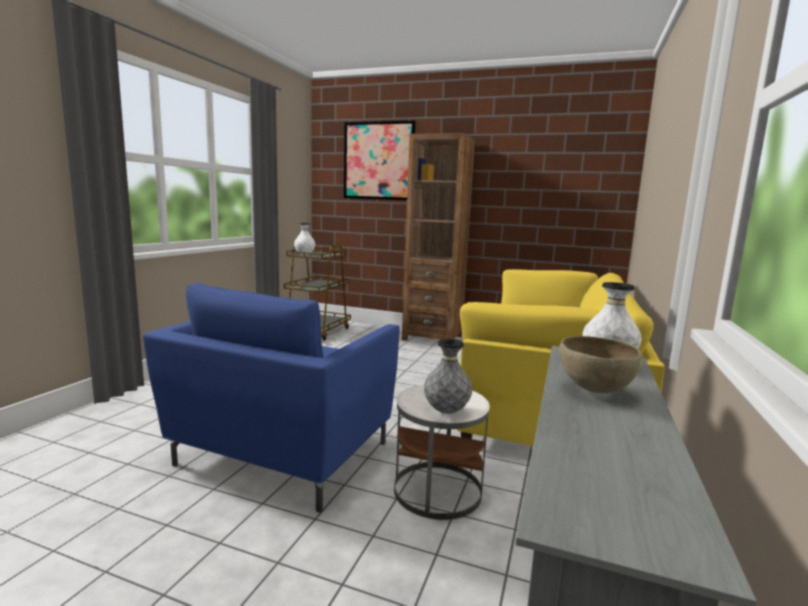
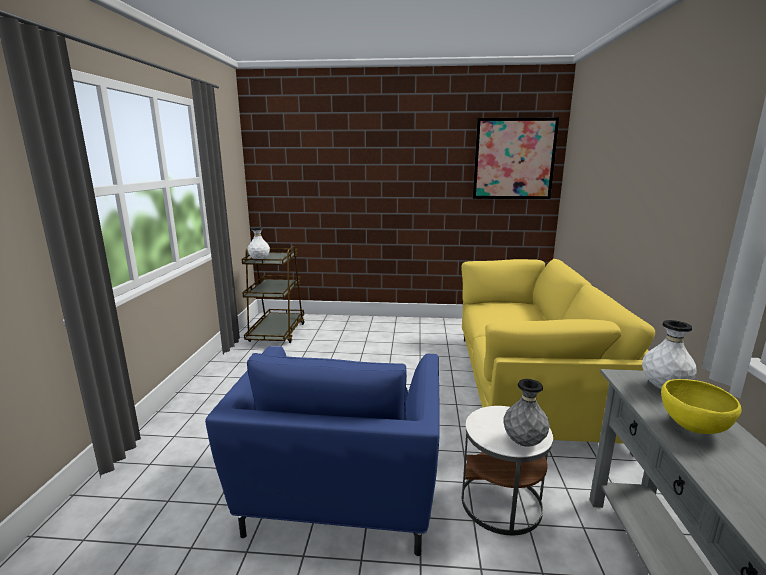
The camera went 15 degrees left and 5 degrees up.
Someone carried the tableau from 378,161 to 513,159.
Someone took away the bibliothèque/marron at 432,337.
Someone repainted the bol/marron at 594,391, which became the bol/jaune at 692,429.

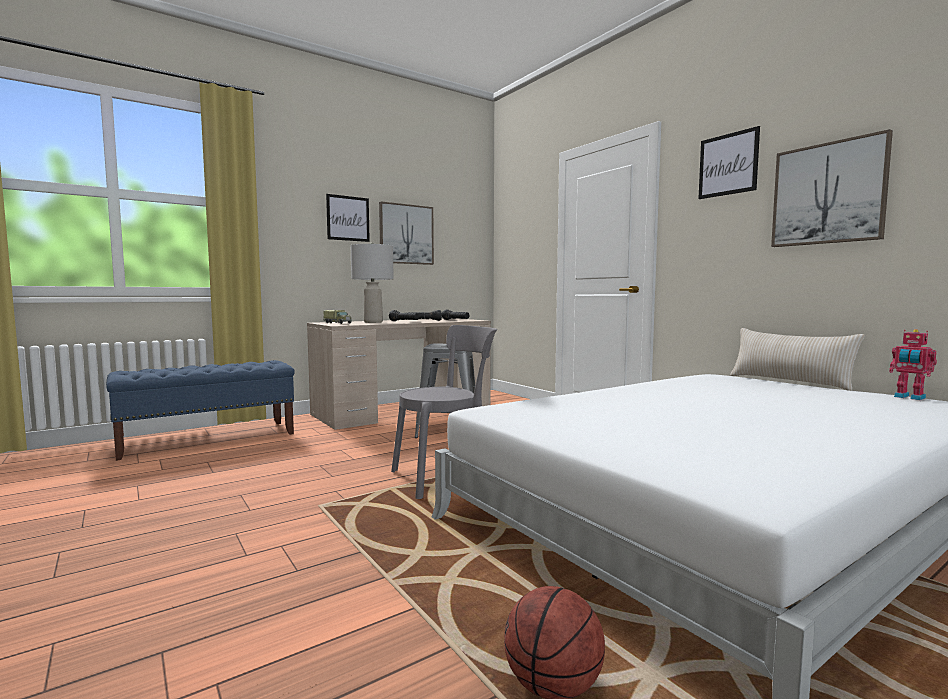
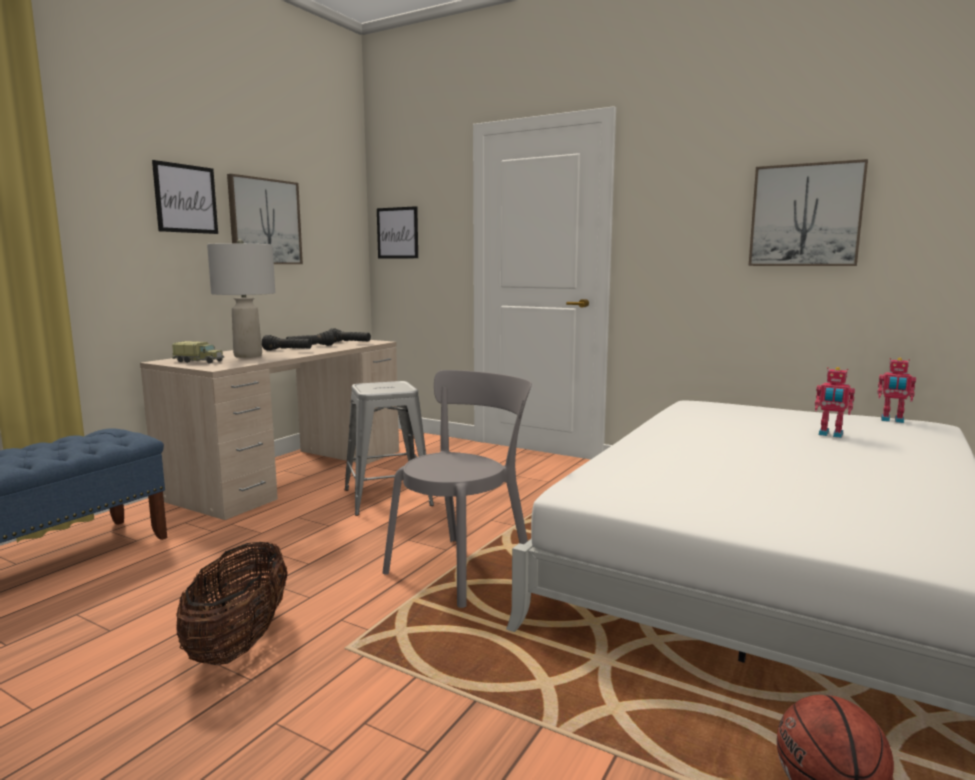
The camera went 25 degrees left and 5 degrees up.
Someone carried the tableau from 728,164 to 397,233.
Someone took away the coussin/beige at 789,382.
Someone put down the panier at 239,642.
Someone put down the robot jouet at 830,434.

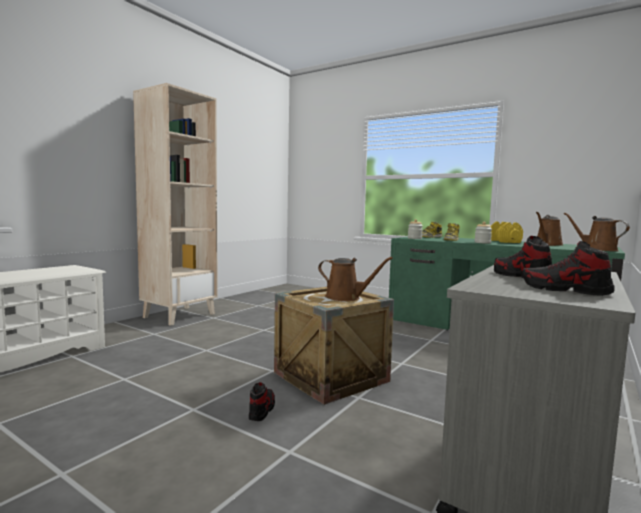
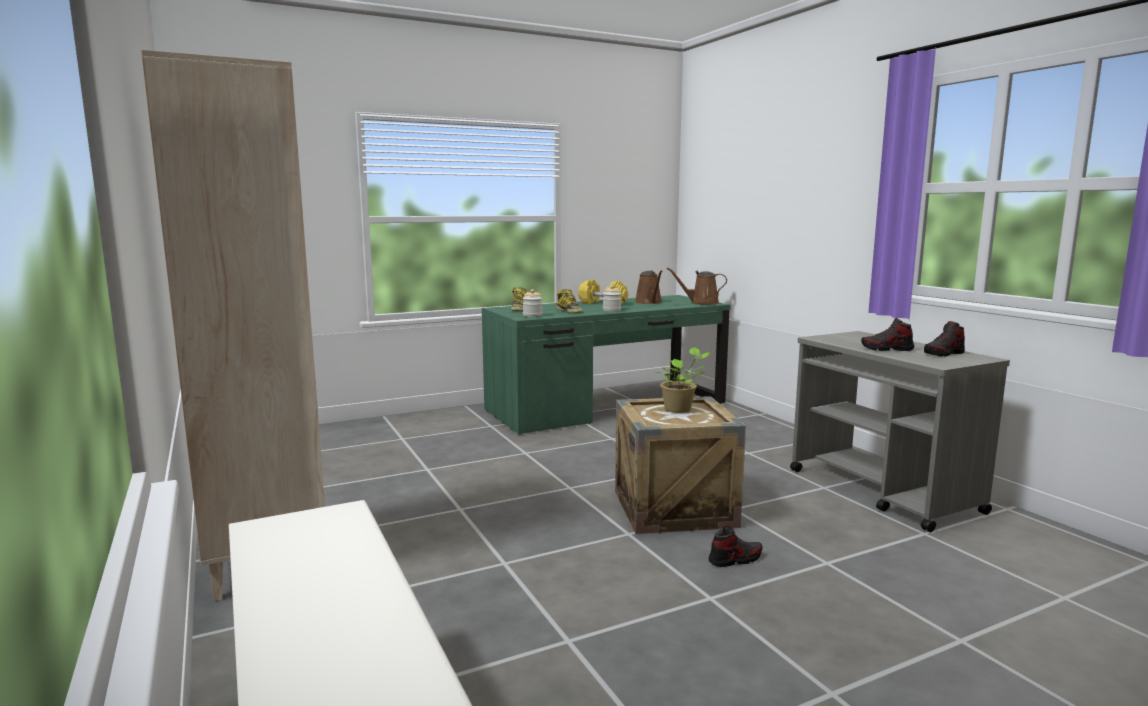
The camera went 60 degrees left and 5 degrees up.
Someone rotated the chaussure at 262,410 by 120 degrees clockwise.
Someone swapped the arrosoir/marron at 346,297 for the plante en pot at 680,409.

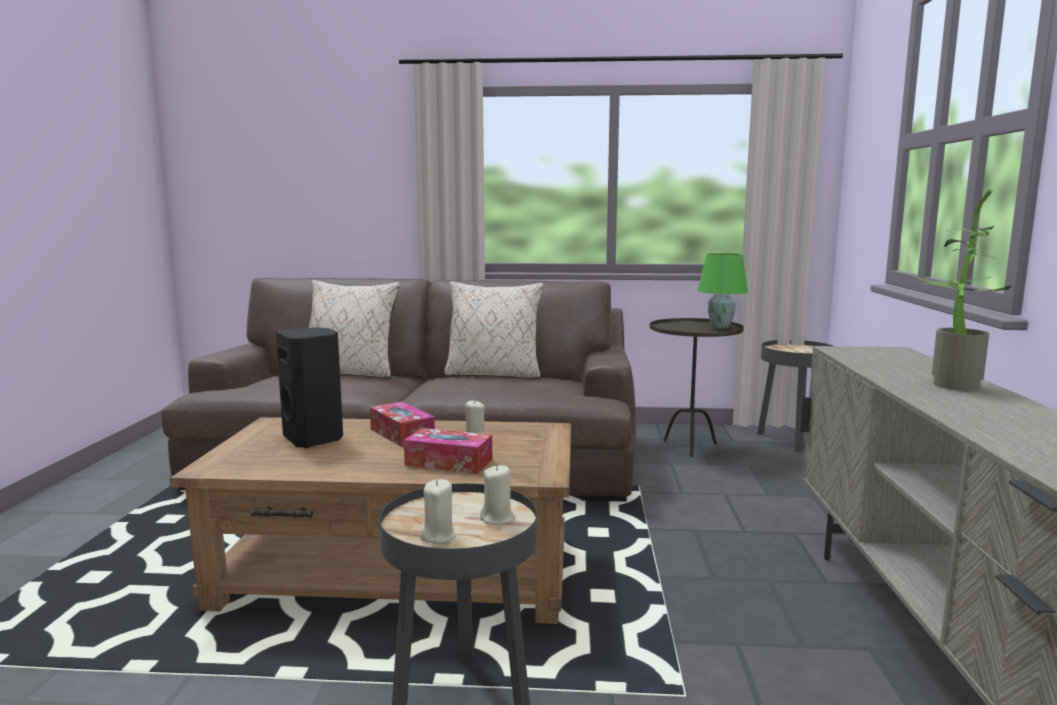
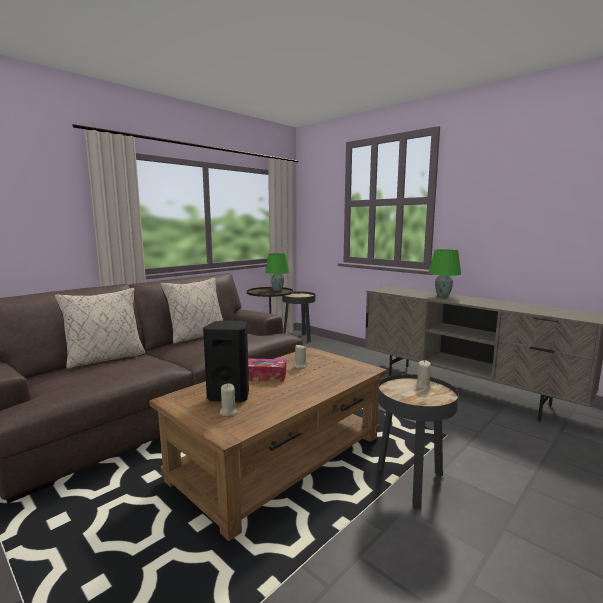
The camera went 50 degrees left and 0 degrees up.
Someone took away the boîte à mouchoirs at 449,462.
Someone carried the bougie/beige from 438,536 to 228,412.
Someone swapped the plante en pot at 947,385 for the lampe de table/vert at 442,296.

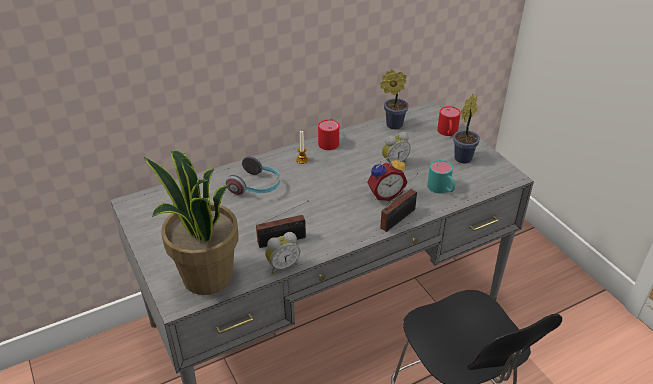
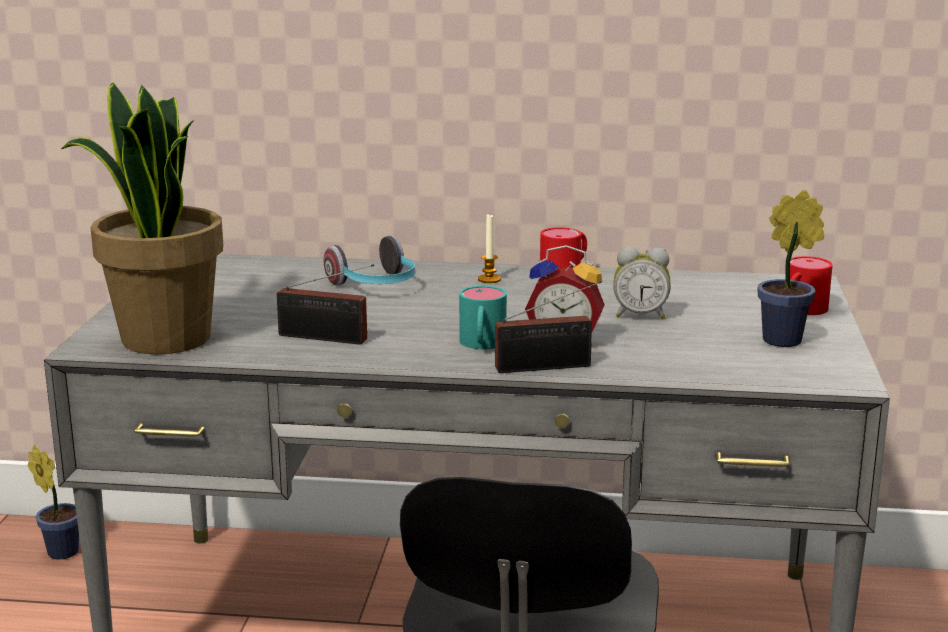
The camera went 35 degrees right and 20 degrees down.
Someone took away the réveil at 282,265.
Someone carried the plante en pot from 392,125 to 60,551.
Someone carried the mug/turquoise from 442,189 to 482,345.

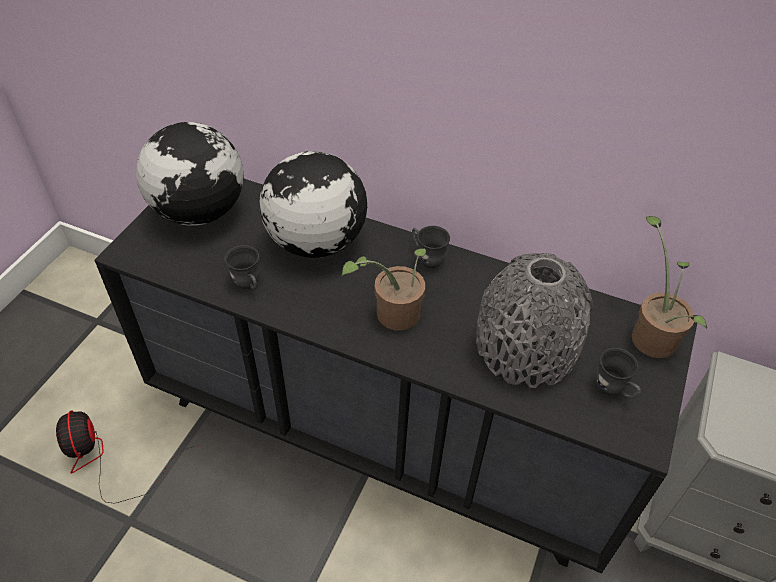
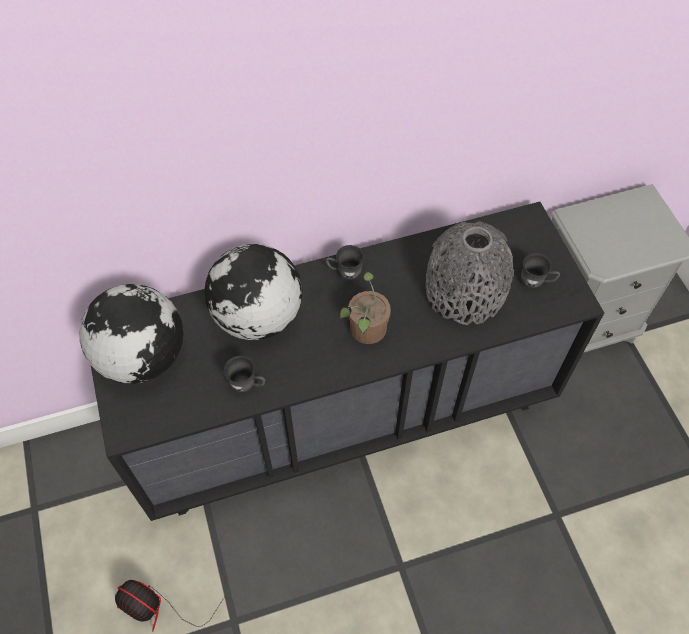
The camera went 40 degrees left and 10 degrees up.
Someone took away the plante en pot at 651,334.

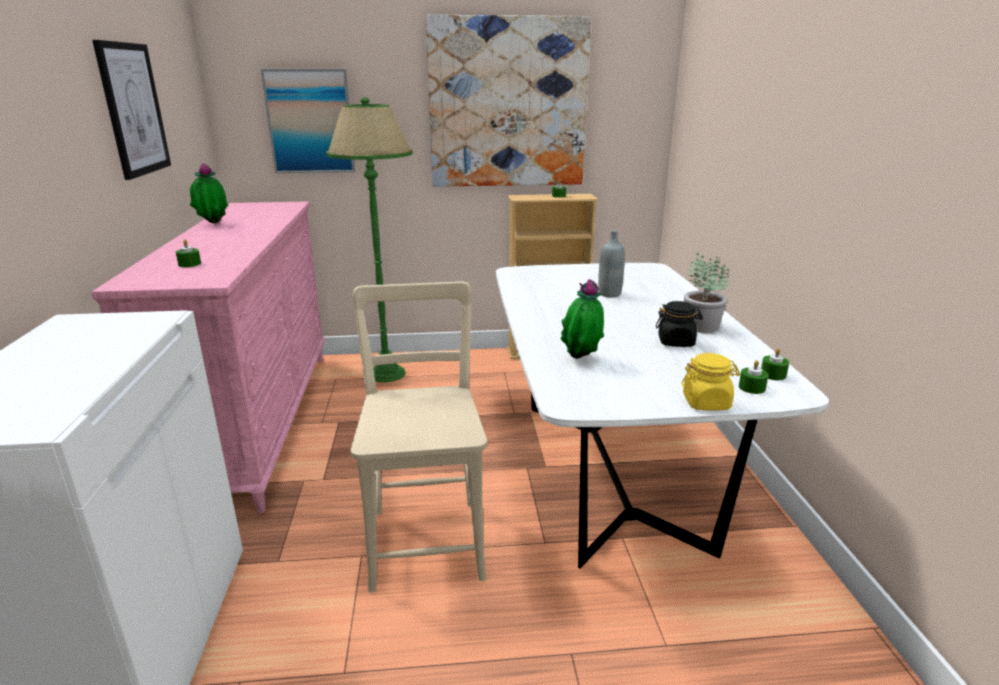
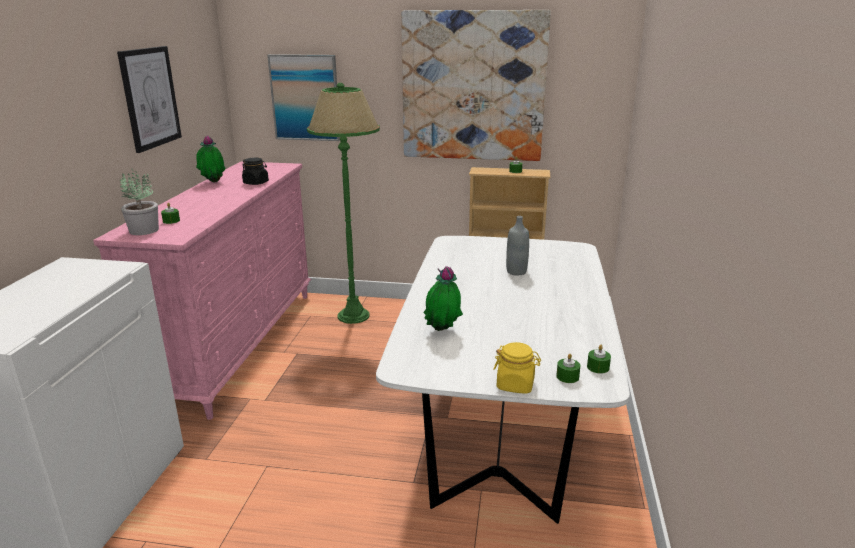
The camera went 15 degrees right and 0 degrees up.
Someone took away the chaise/beige at 426,537.
Someone carried the bocal/noir from 676,342 to 256,183.
Someone carried the plante en pot from 700,326 to 143,230.

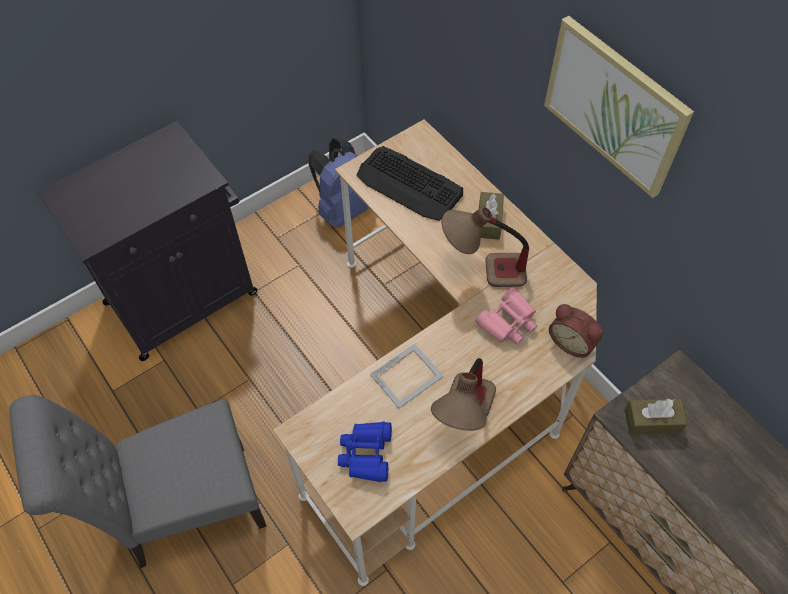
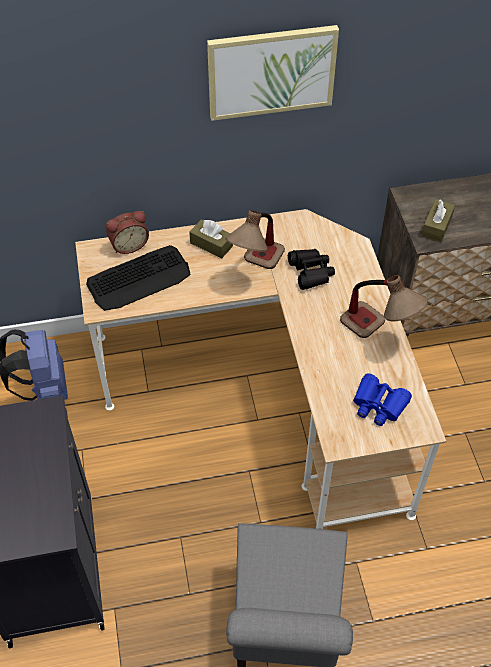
The camera went 65 degrees left and 5 degrees down.
Someone took away the cadre photo at 407,375.
Someone repainted the jumelles/rose at 508,322, which became the jumelles/noir at 311,272.
Someone carried the réveil from 572,341 to 128,244.

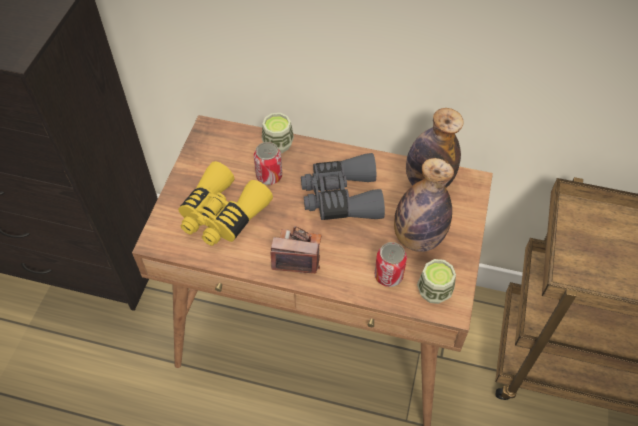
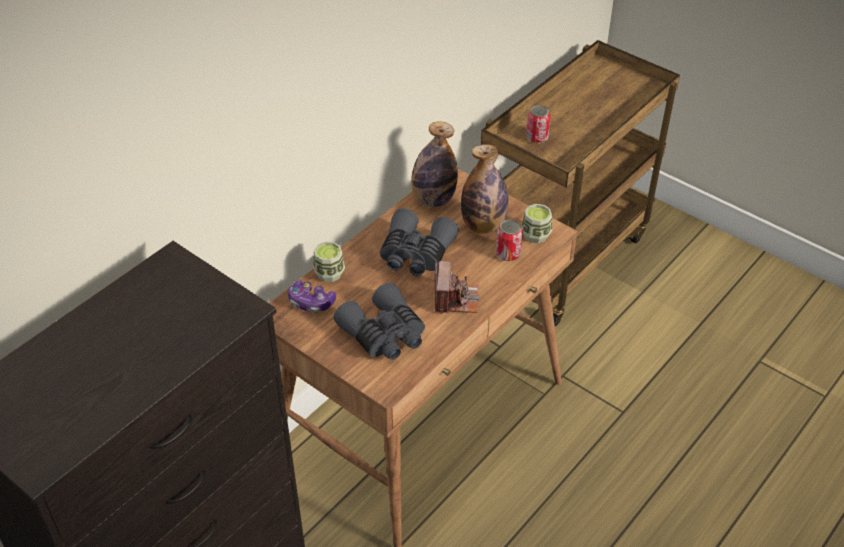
The camera went 65 degrees left and 10 degrees down.
Someone repainted the jumelles/jaune at 222,215, which became the jumelles/gris at 384,334.
Someone carried the boîte métallique from 269,176 to 537,137.
Someone rotated the appareil photo at 297,253 by 150 degrees clockwise.
Someone put down the manette at 311,303.

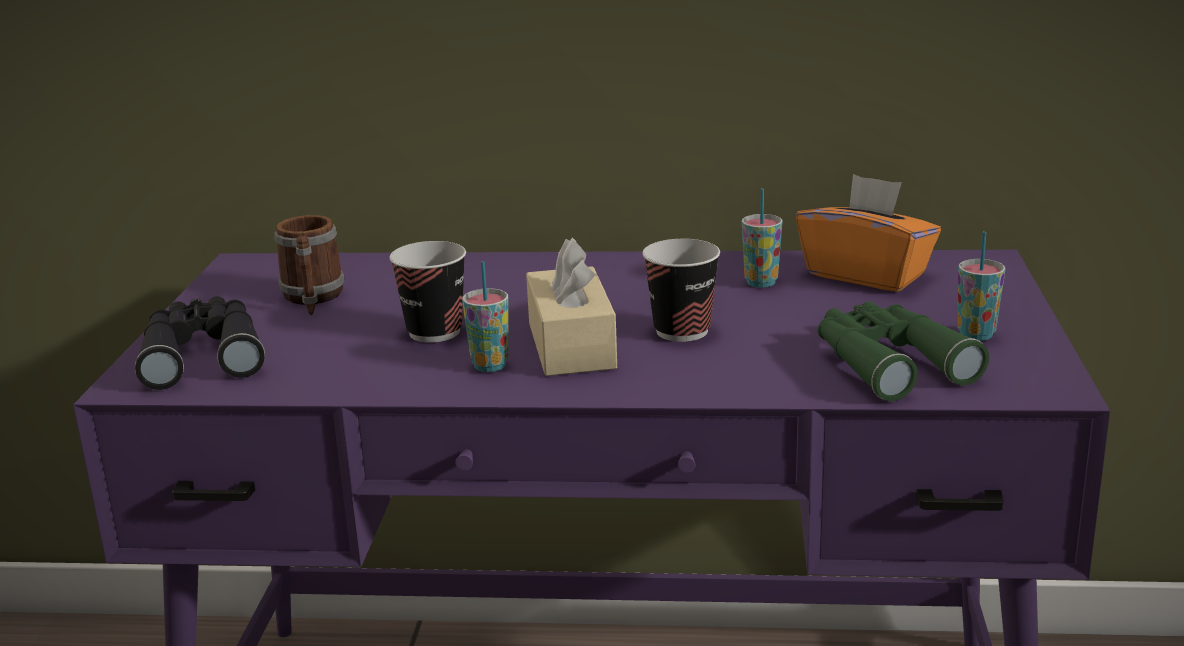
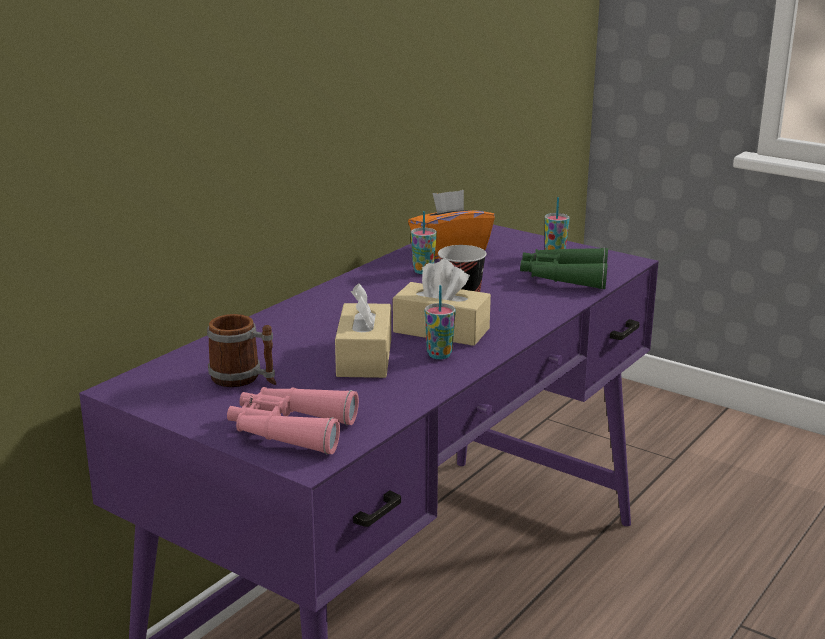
The camera went 60 degrees left and 0 degrees up.
Someone repainted the jumelles/noir at 202,355, which became the jumelles/rose at 290,430.
Someone swapped the tasse at 434,332 for the boîte à mouchoirs/beige at 364,357.

